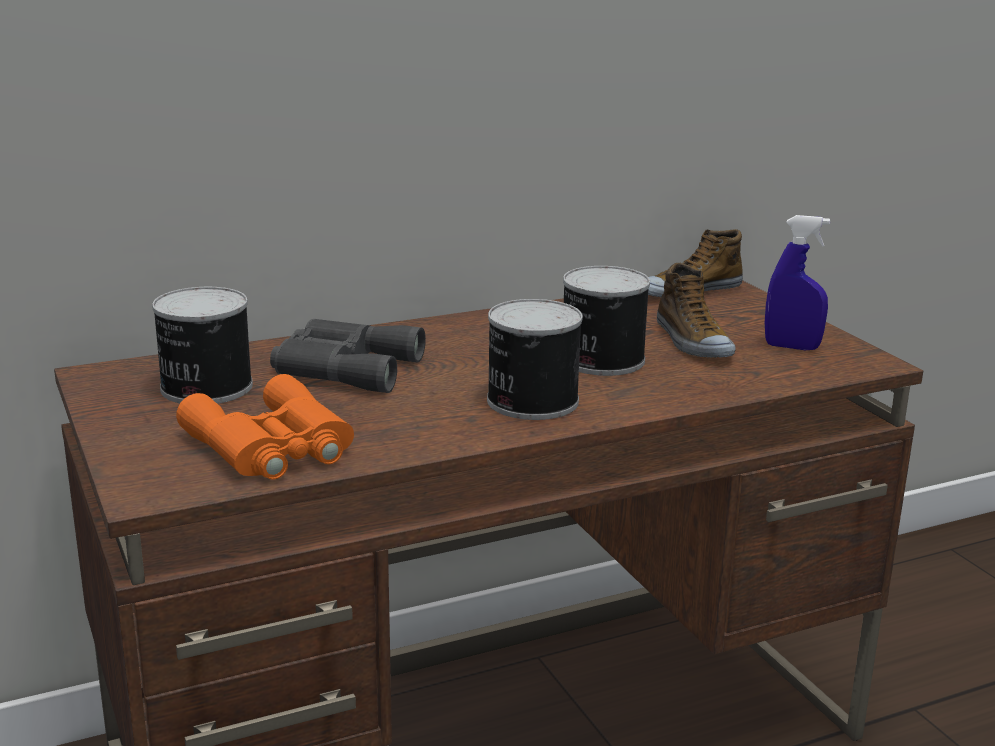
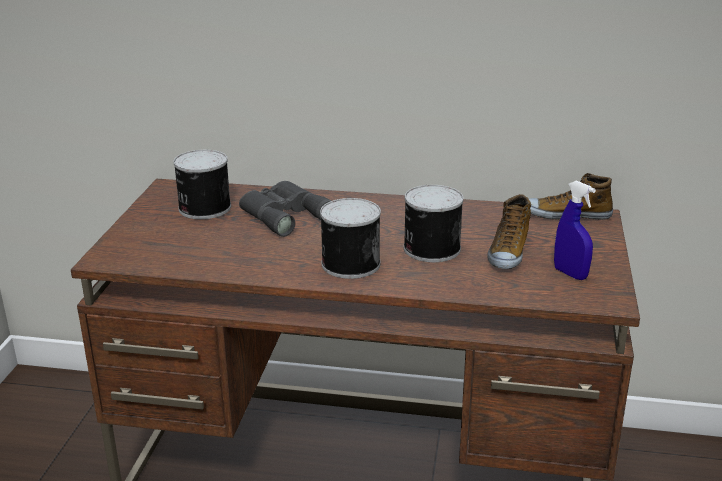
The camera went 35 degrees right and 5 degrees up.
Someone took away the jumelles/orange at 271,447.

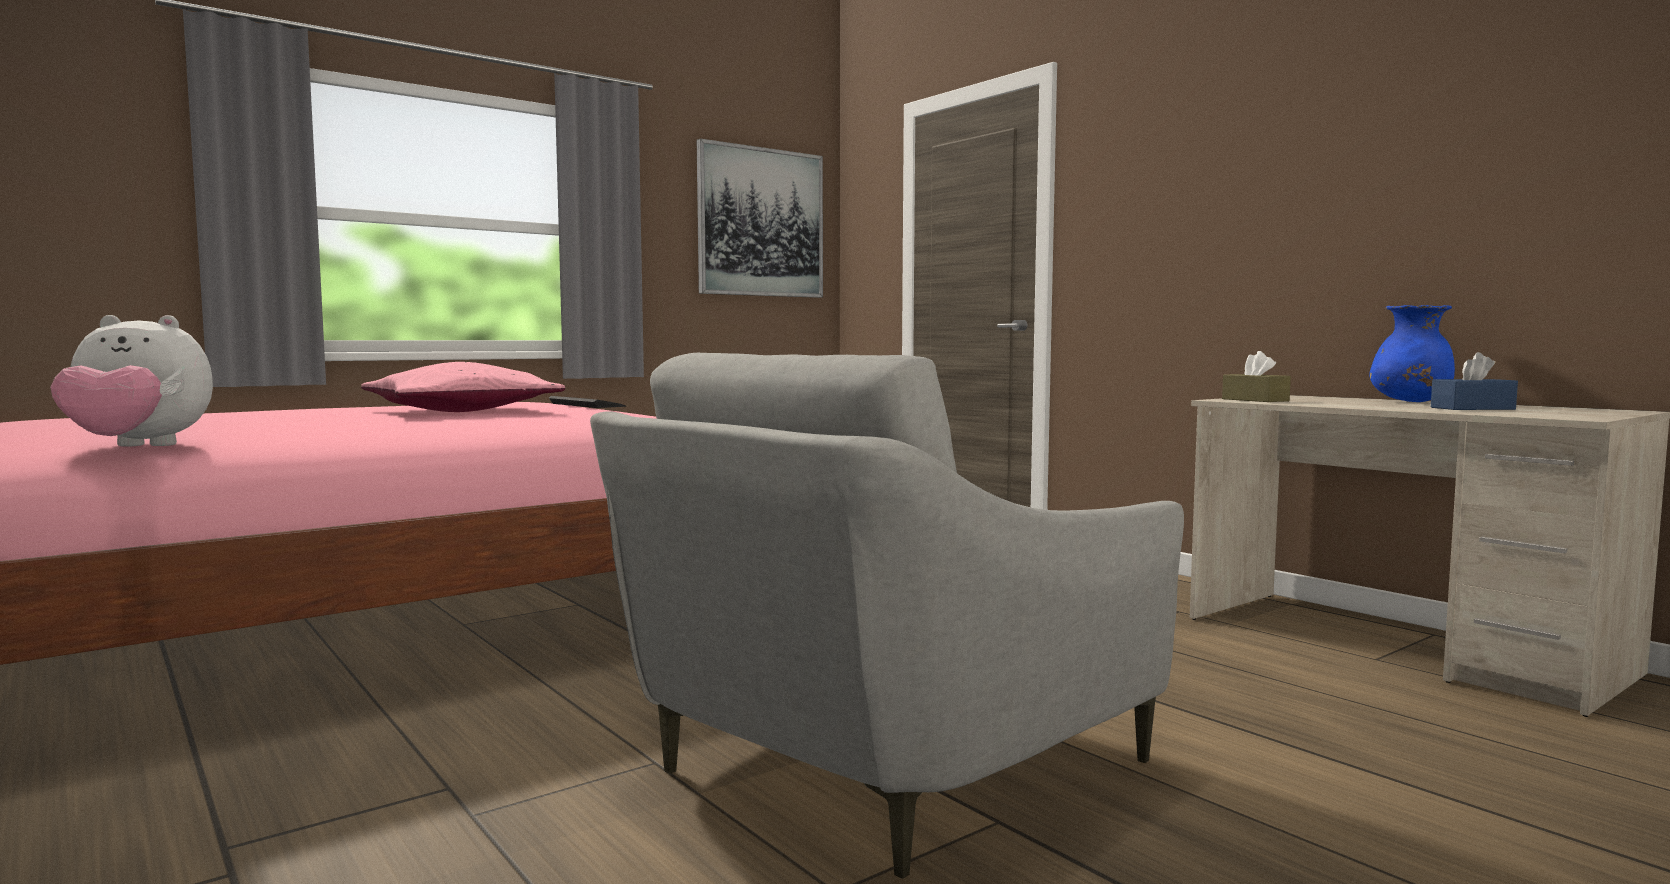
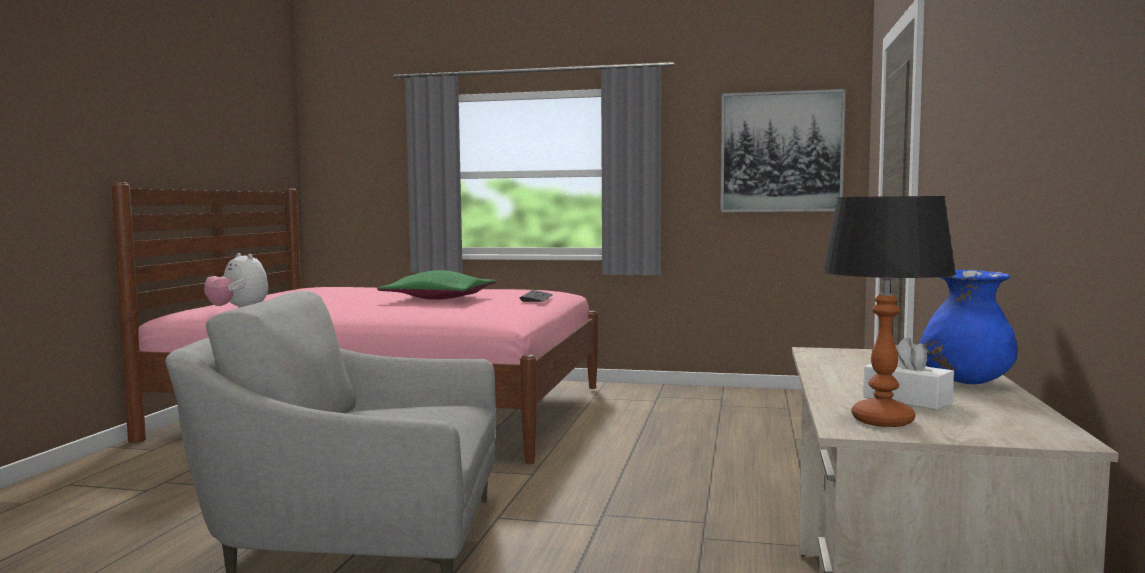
The camera went 50 degrees right and 0 degrees up.
Someone repainted the coussin/rose at 462,411, which became the coussin/vert at 439,299.
Someone took away the boîte à mouchoirs/marron at 1255,400.
Someone repainted the boîte à mouchoirs/bleu at 1472,408, which became the boîte à mouchoirs/blanc at 907,400.
Someone put down the lampe de table at 882,420.

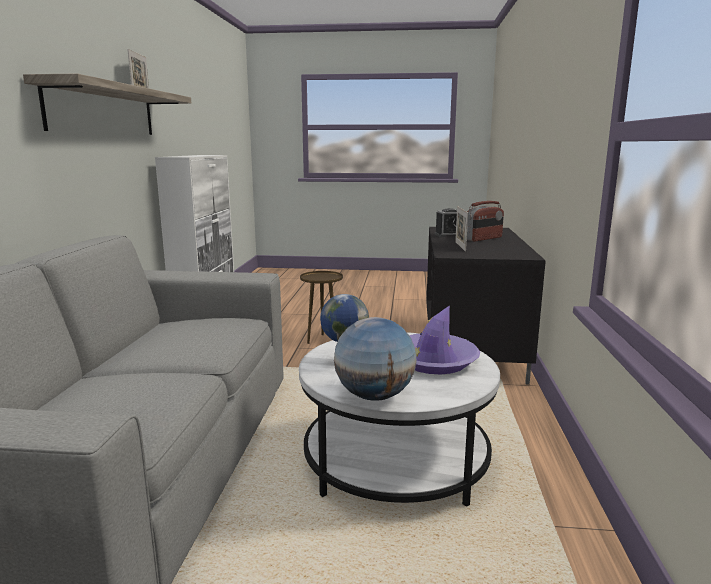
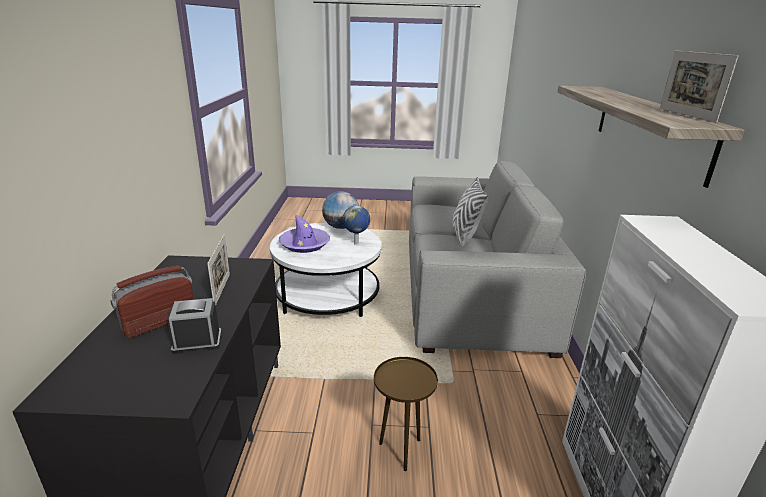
The camera went 175 degrees right and 10 degrees up.
Someone put down the coussin/blanc at 465,236.

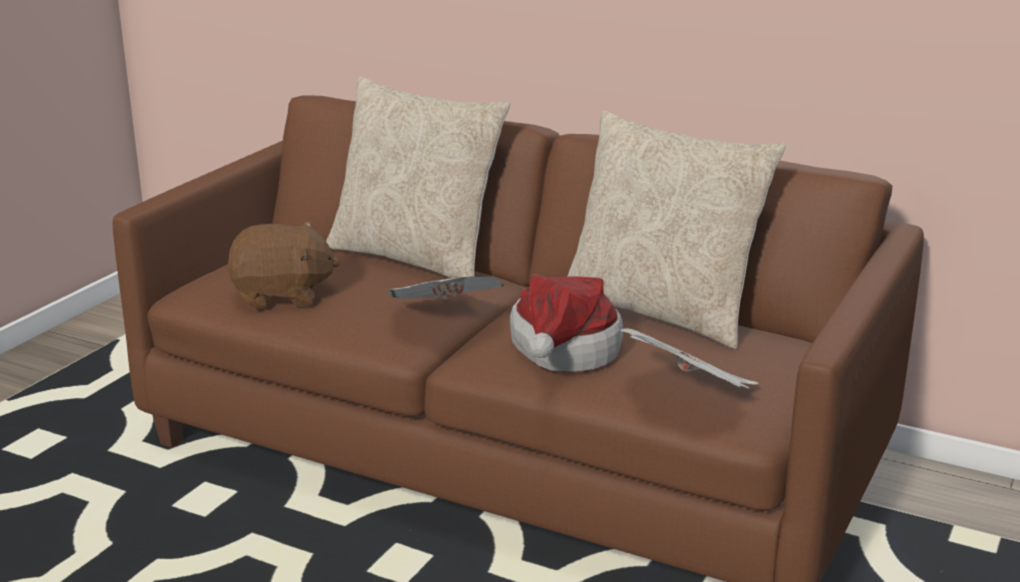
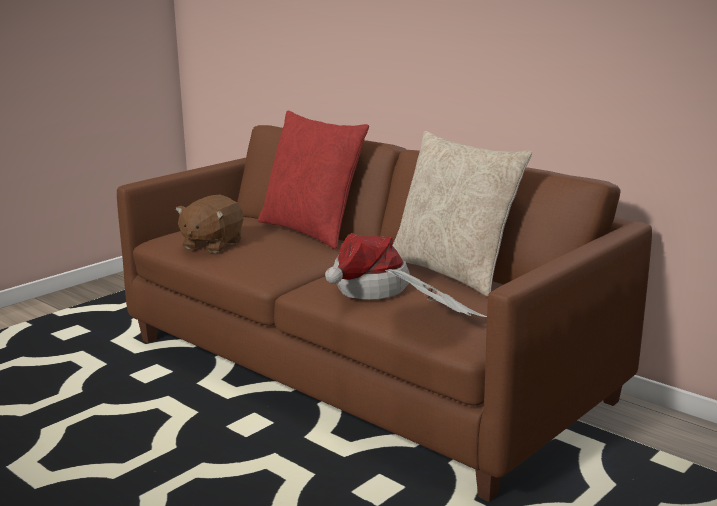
The camera went 15 degrees right and 5 degrees down.
Someone rotated the peluche/marron at 282,296 by 105 degrees clockwise.
Someone repainted the coussin/beige at 416,258, which became the coussin/rouge at 312,231.
Someone took away the journal at 445,319.

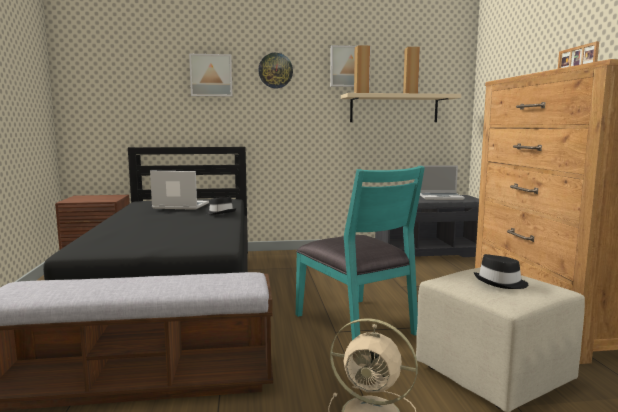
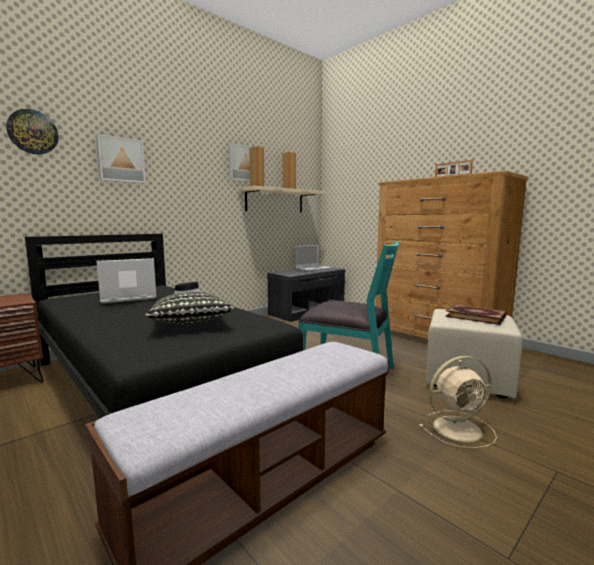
The camera went 35 degrees left and 0 degrees up.
Someone carried the horloge murale from 275,70 to 33,132.
Someone swapped the chapeau/noir at 501,283 for the livre at 475,316.
Someone put down the coussin at 190,324.

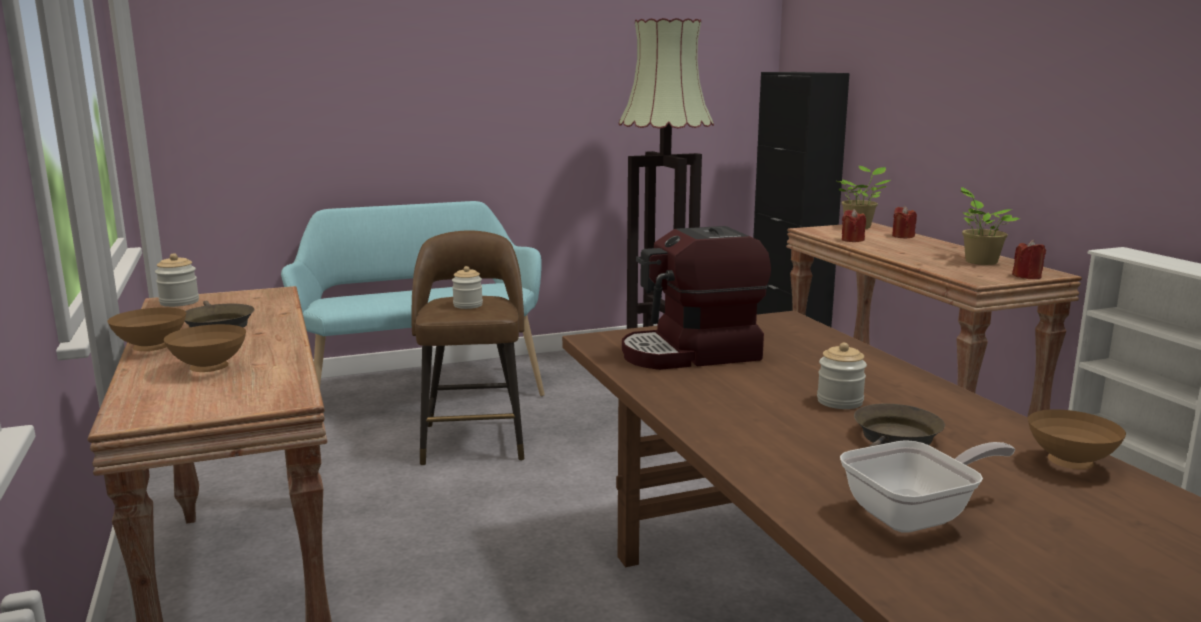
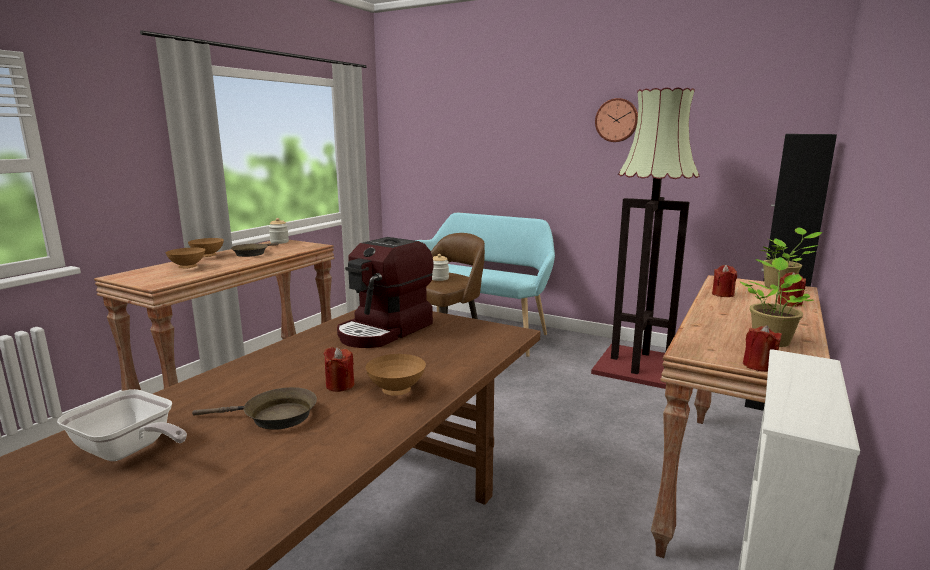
The camera went 50 degrees right and 0 degrees up.
Someone rotated the machine à café at 692,354 by 90 degrees counterclockwise.
Someone swapped the bocal at 839,401 for the bougie/rouge at 340,385.
Someone carried the bol/marron from 1068,463 to 397,391.
Someone put up the horloge murale at 617,120.

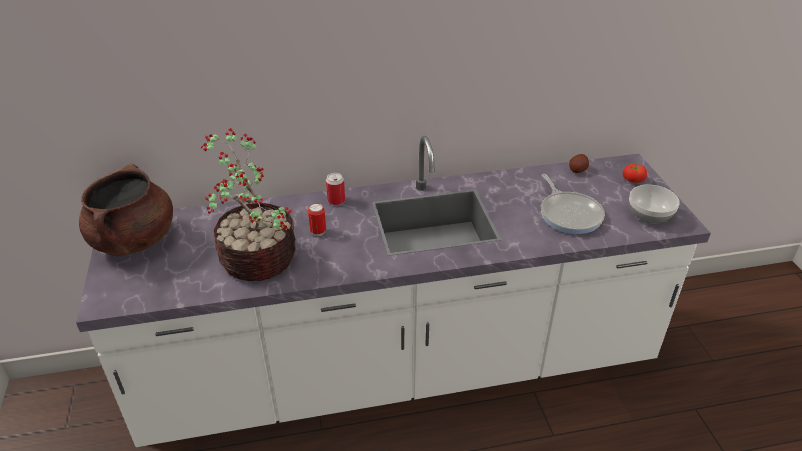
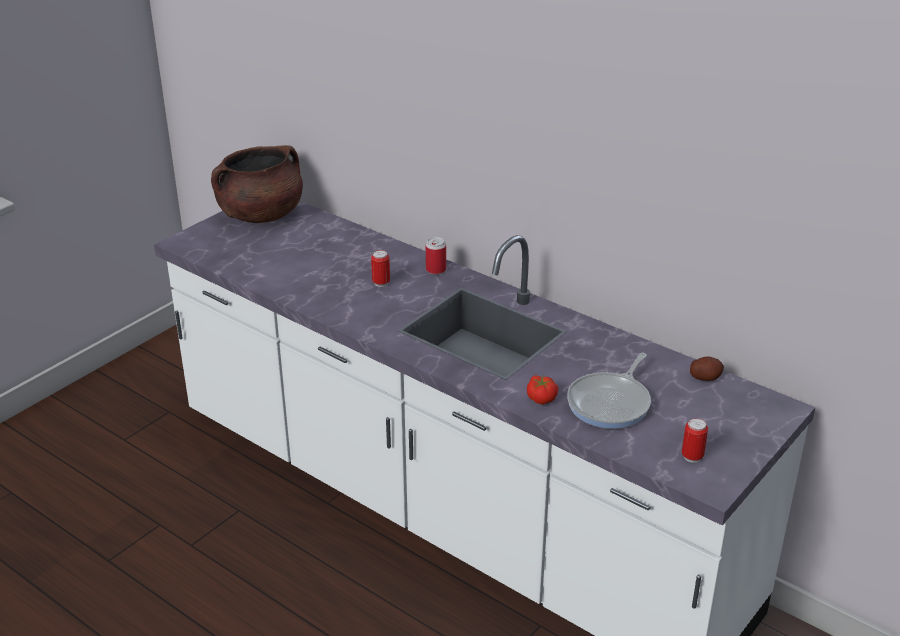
The camera went 50 degrees right and 5 degrees down.
Someone took away the plante en pot at 256,257.
Someone carried the tomate from 633,179 to 541,398.
Someone swapped the bol at 649,215 for the boîte métallique at 692,456.

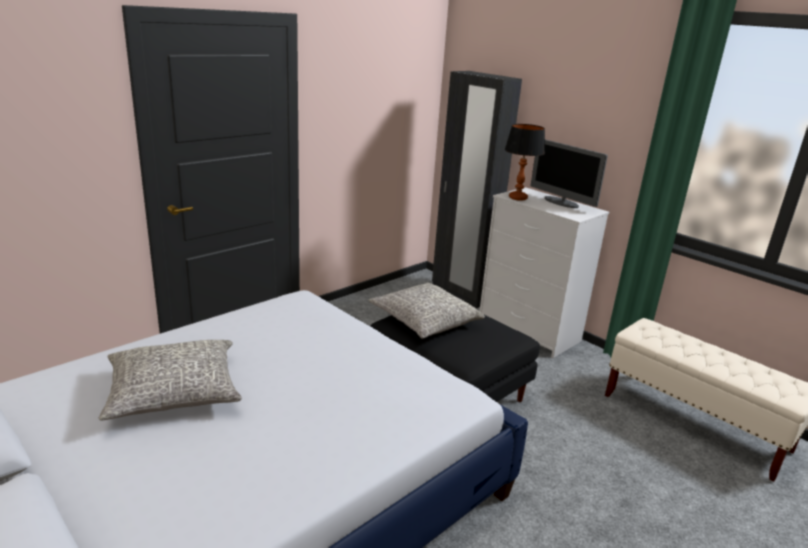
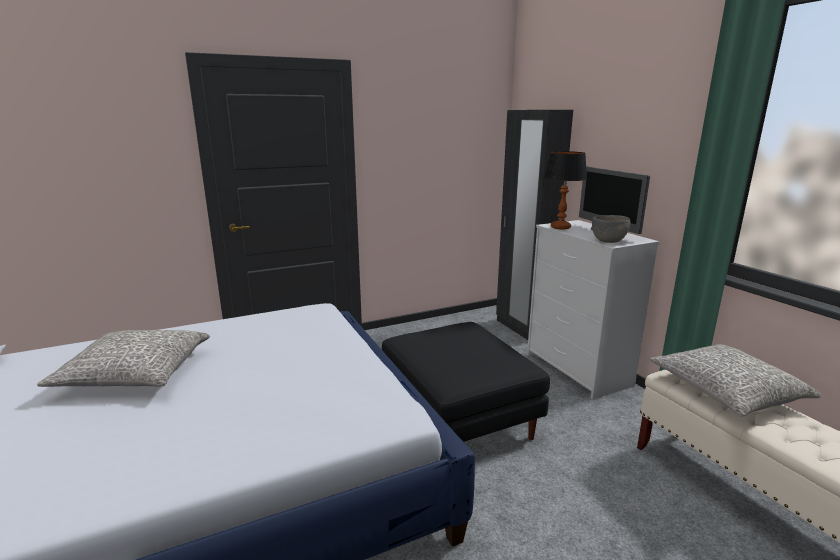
The camera went 20 degrees right and 5 degrees down.
Someone carried the coussin/gris from 424,321 to 725,391.
Someone put down the bol/gris at 608,241.

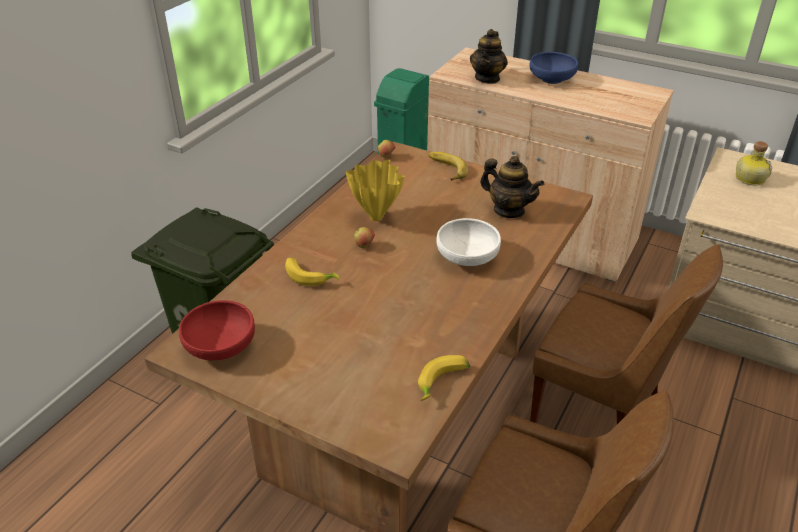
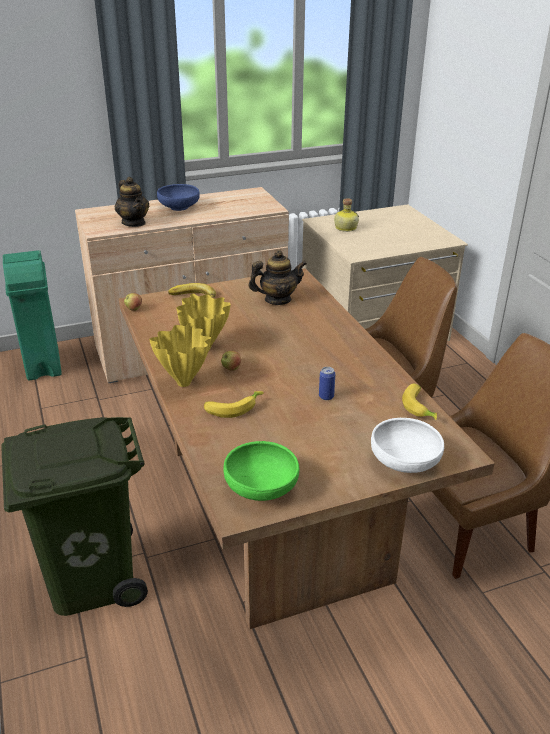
The camera went 50 degrees left and 5 degrees down.
Someone repainted the bol/rouge at 220,346, which became the bol/vert at 261,487.
Someone carried the bol/blanc from 467,257 to 404,461.
Someone put down the vase/jaune at 183,384.
Someone put down the boîte métallique at 326,396.

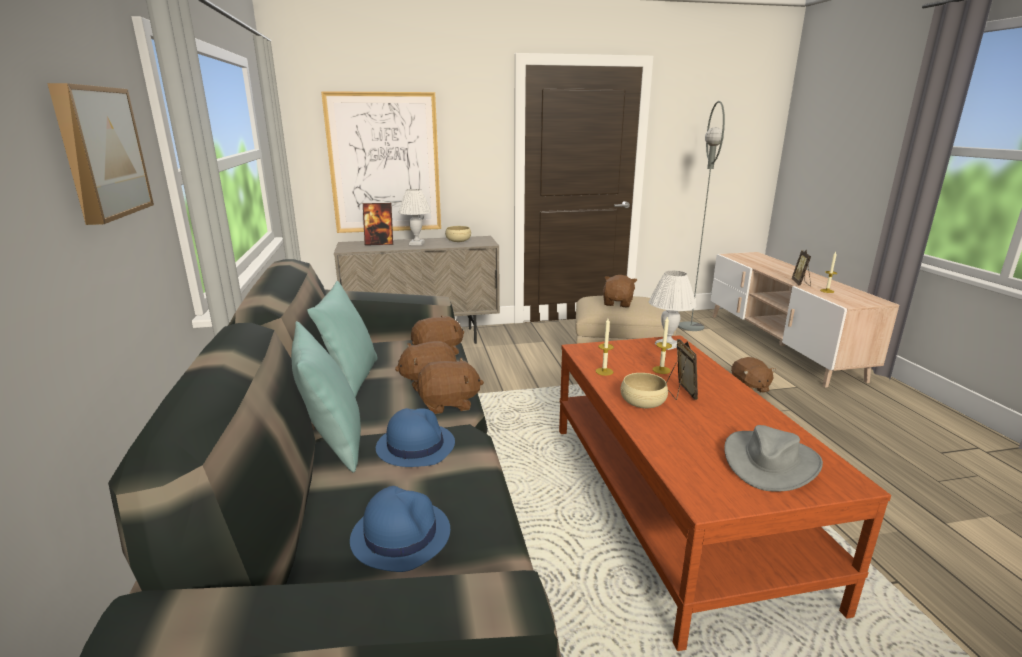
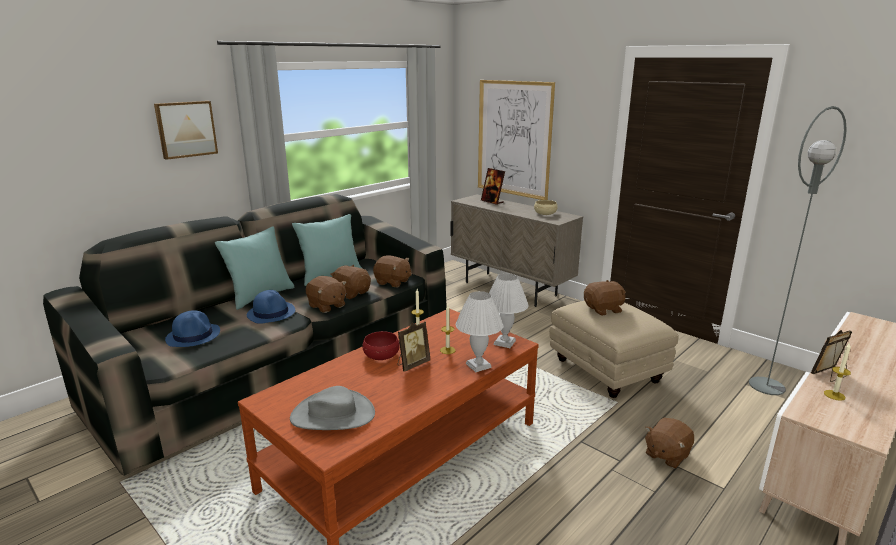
The camera went 55 degrees right and 0 degrees up.
Someone carried the lampe de table/blanc from 417,243 to 478,366.
Someone repainted the bol/beige at 642,402, which became the bol/rouge at 381,355.

